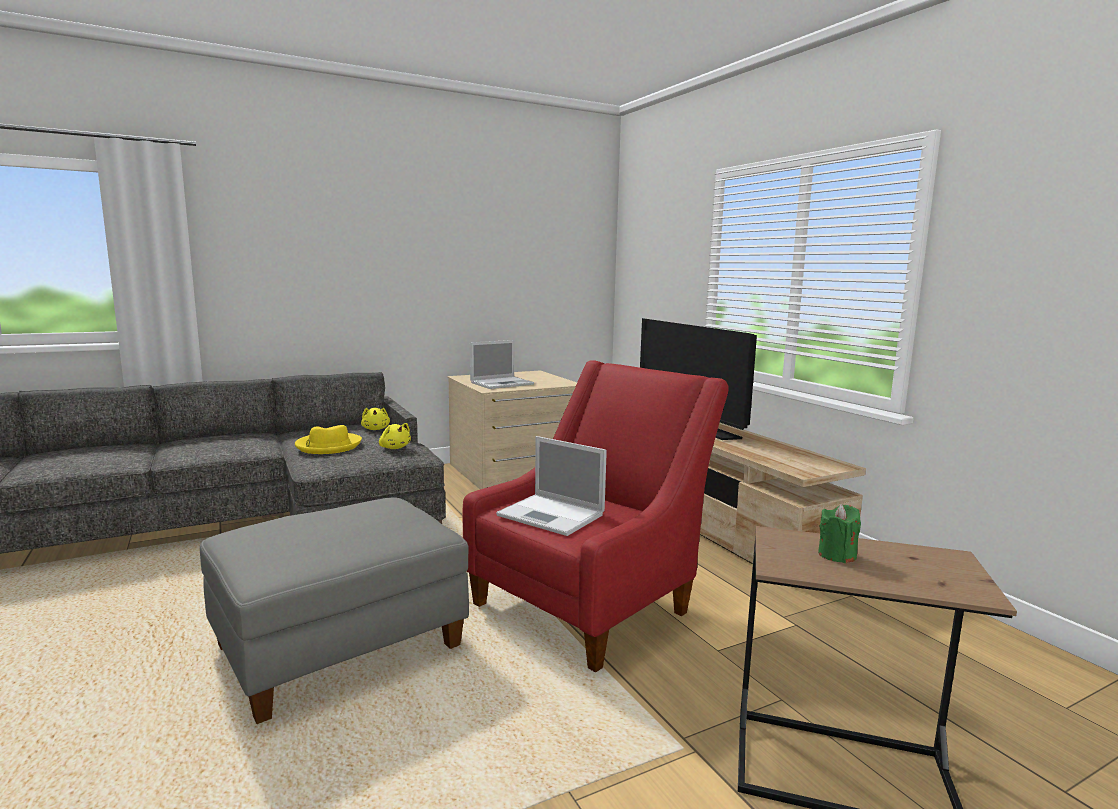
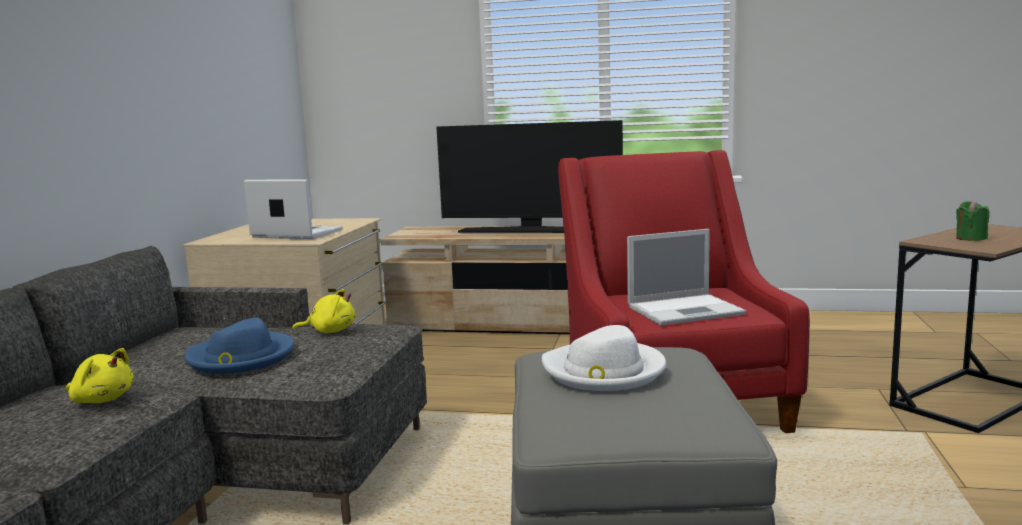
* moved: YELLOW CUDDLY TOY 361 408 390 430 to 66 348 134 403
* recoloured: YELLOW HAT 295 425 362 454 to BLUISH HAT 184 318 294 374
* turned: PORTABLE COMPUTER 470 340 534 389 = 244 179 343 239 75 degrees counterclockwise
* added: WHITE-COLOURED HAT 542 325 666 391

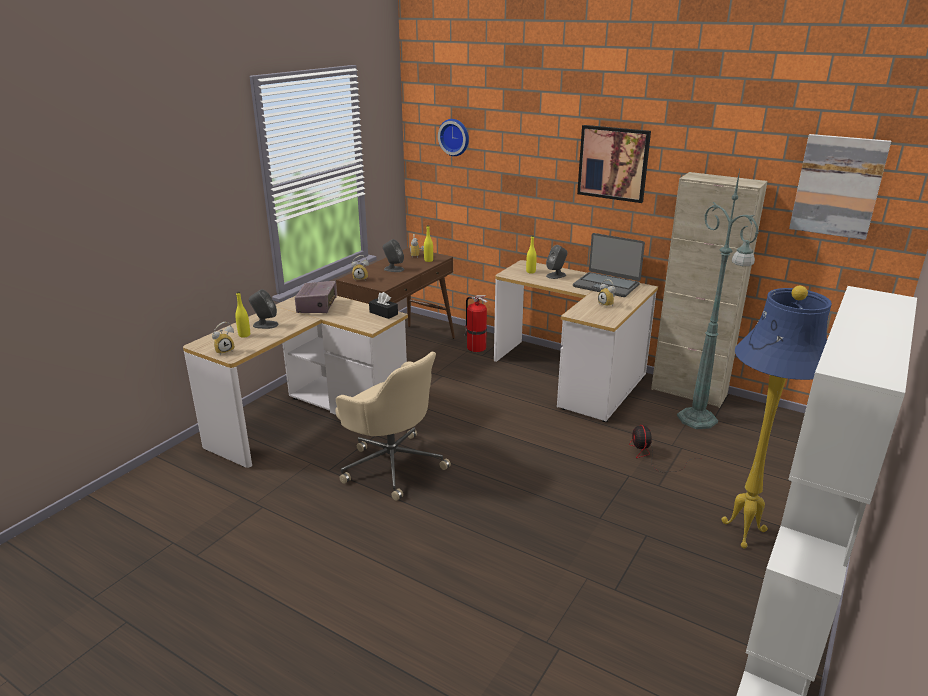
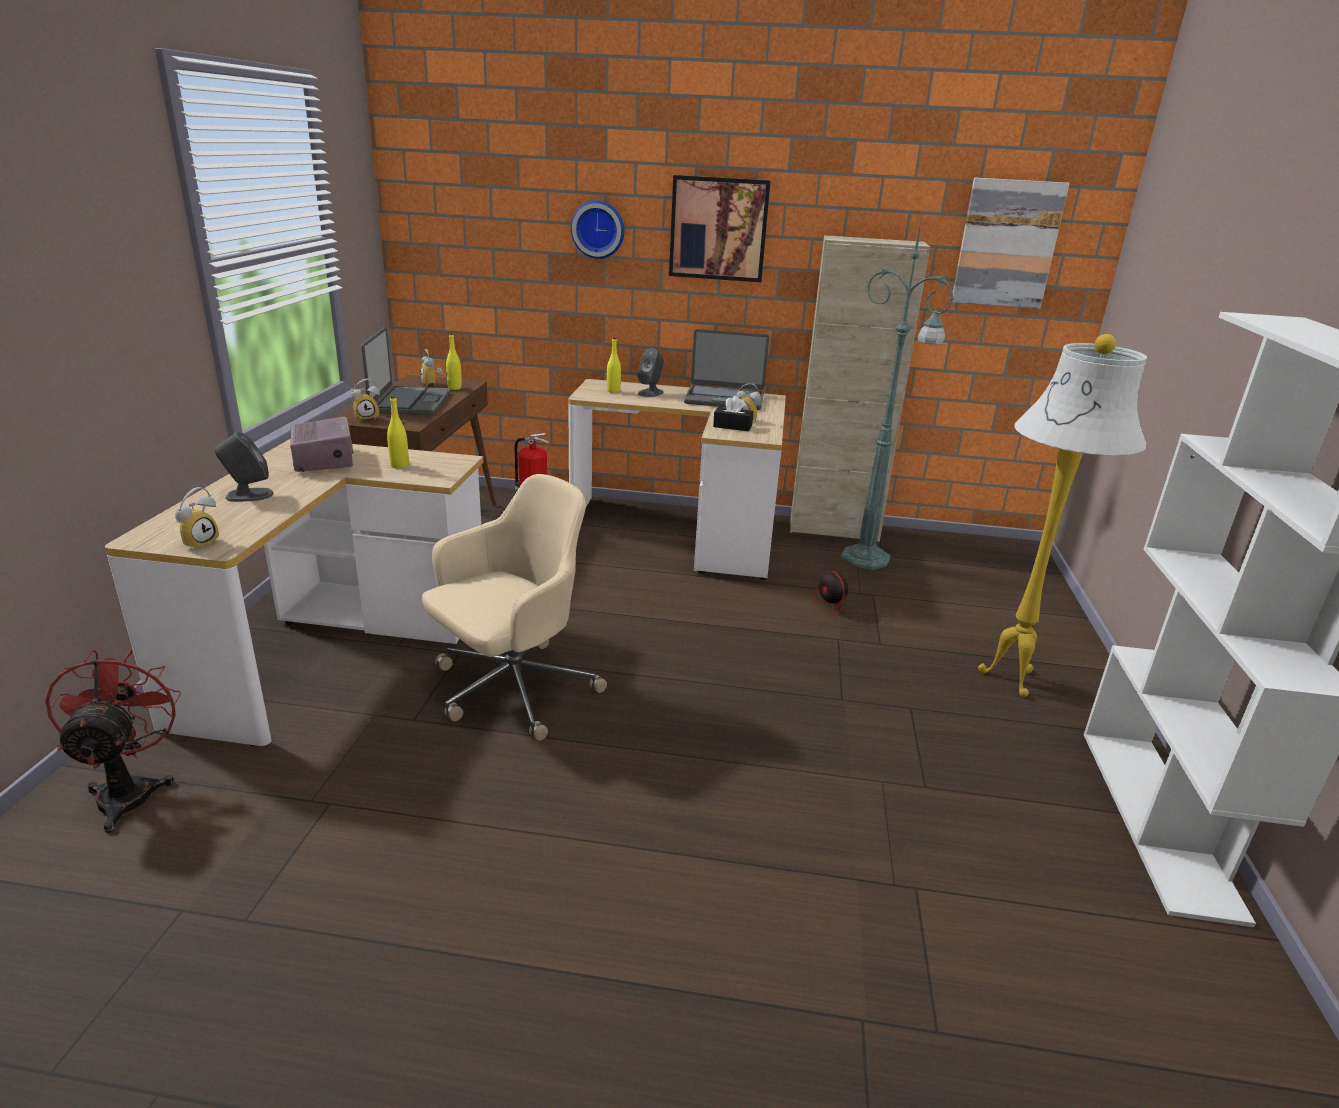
* added: RED FAN 45 650 181 833
* replaced: GREYISH AUDIO SPEAKER 383 239 404 272 to PORTABLE COMPUTER 361 327 451 415
* moved: YELLOW BOTTLE 235 292 250 338 to 387 396 409 469
* turned: SAND-COLOURED OFFICE CHAIR 335 352 451 501 = 422 474 607 741 60 degrees counterclockwise
* moved: HANGING CLOCK 438 119 469 156 to 571 200 624 259
* moved: BLACK BOX OF TISSUES 369 292 398 319 to 713 396 753 431
* recoloured: BLUISH FLOOR LAMP 721 286 832 548 to WHITE-COLOURED FLOOR LAMP 978 334 1147 697

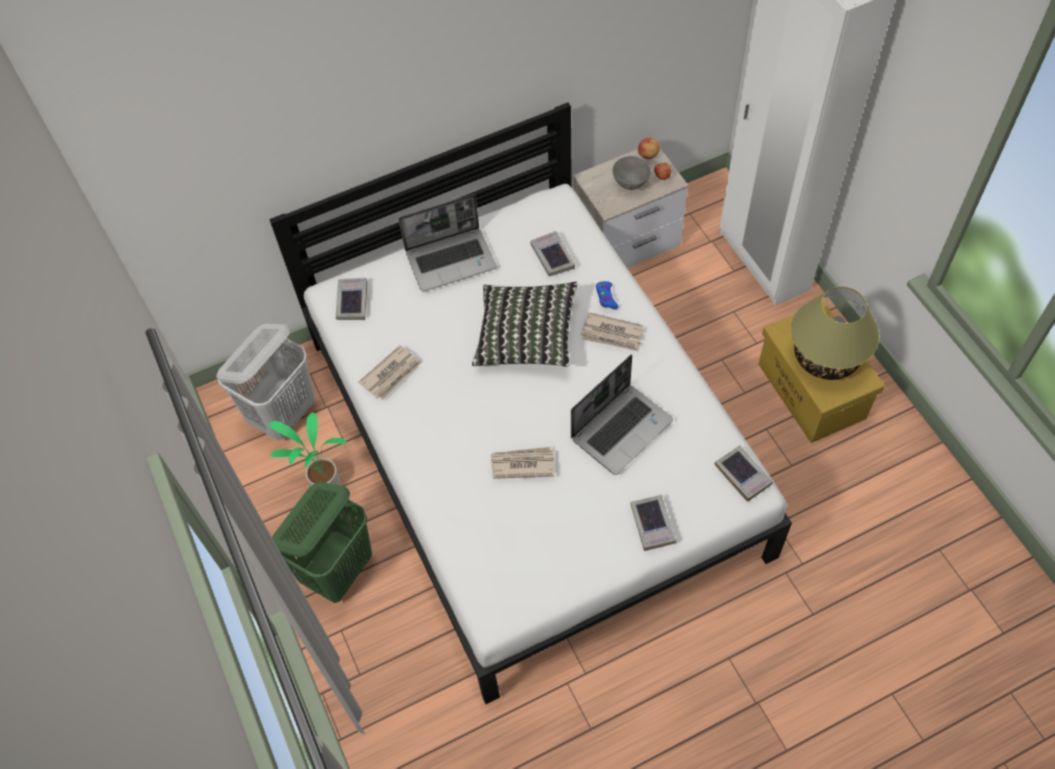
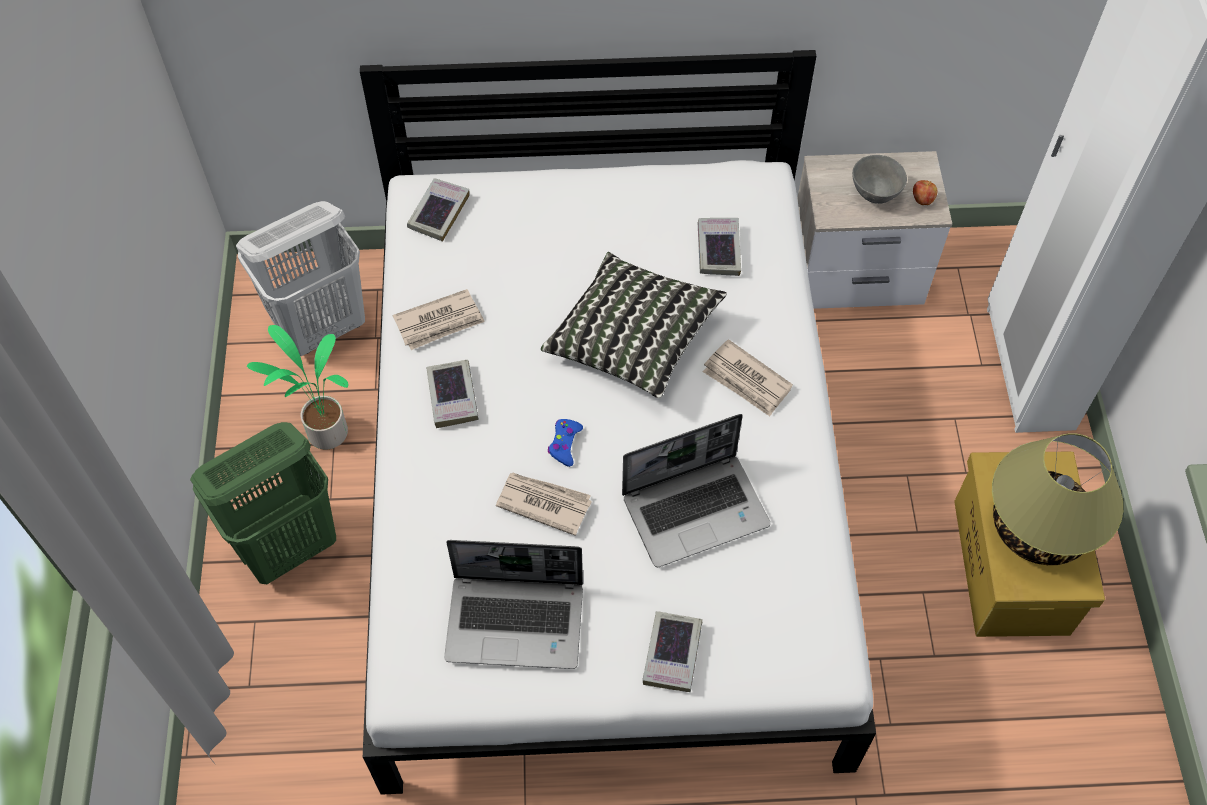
* moved: BOUND BOOK 715 445 773 502 to 426 360 479 428
* moved: PORTABLE COMPUTER 399 194 497 292 to 444 540 583 669
* moved: BLUISH GAMEPAD 596 281 618 309 to 548 419 583 467
* removed: WHOLE APPLE 638 138 660 159

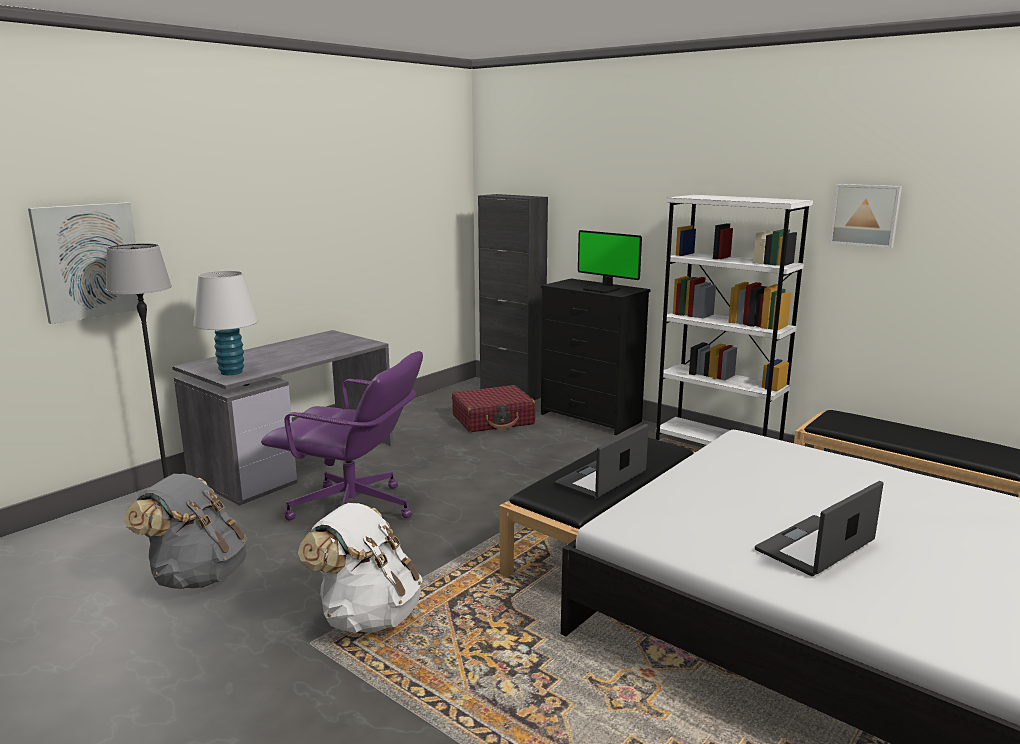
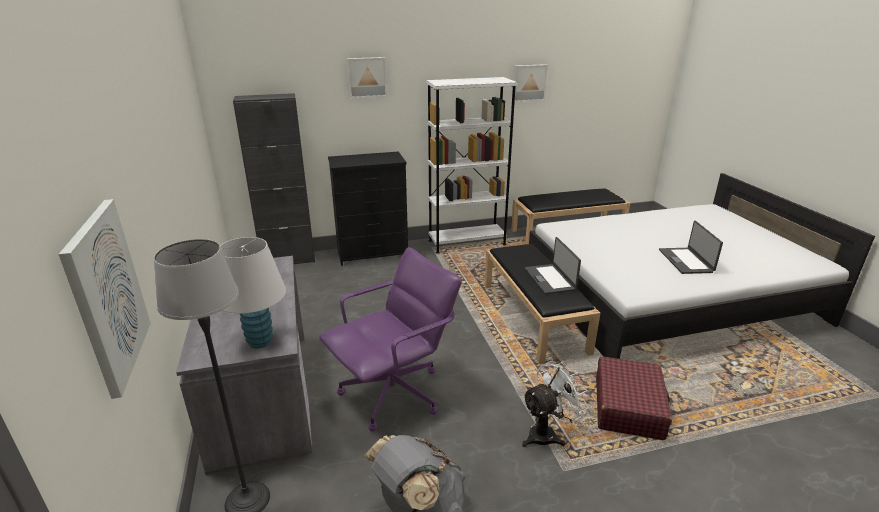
* added: WALL ART 347 57 387 98
* replaced: WHITE-COLOURED KNAPSACK 298 503 422 633 to WHITE-COLOURED FAN 522 361 589 447
* moved: RED PIECE OF LUGGAGE 452 385 535 432 to 596 356 672 440
* removed: COMPUTER SCREEN 578 230 642 293

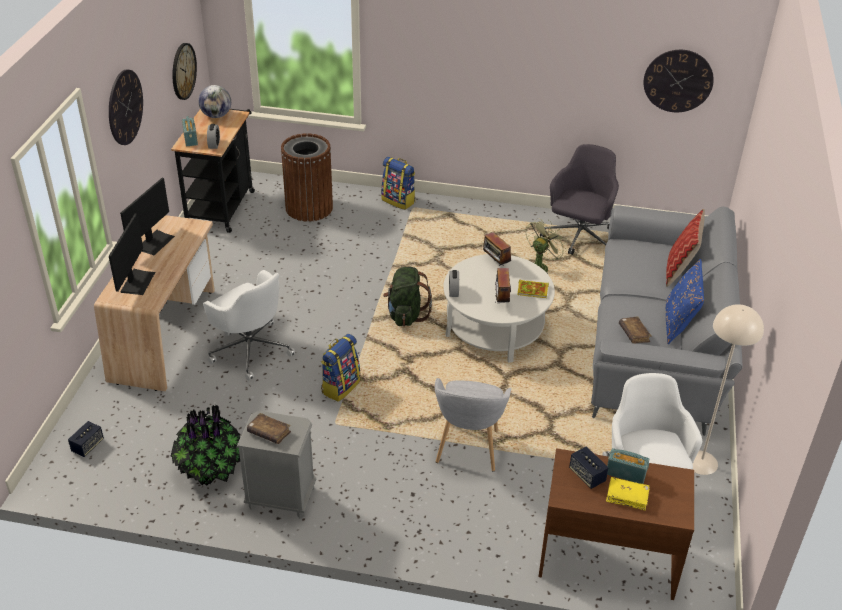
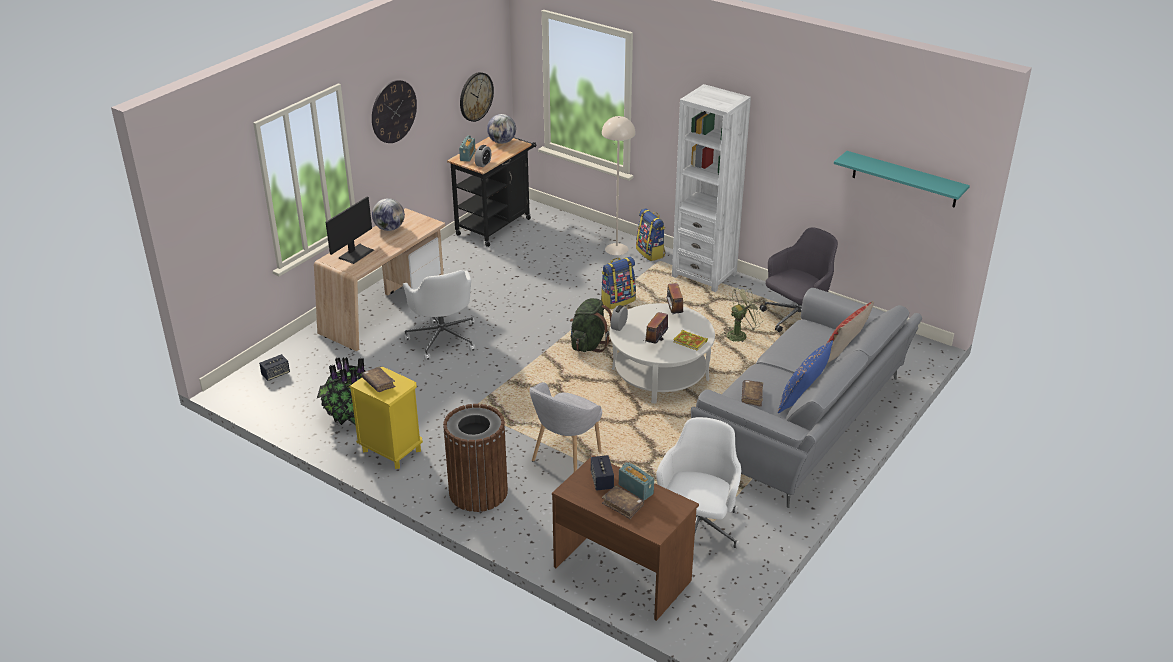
* recoloured: GREYISH NIGHT TABLE 236 411 316 519 to YELLOW NIGHT TABLE 349 367 423 469
* replaced: COMPUTER SCREEN 120 178 175 255 to GLOBE 372 198 405 231
* moved: BROWNISH WASTE BIN 281 133 333 222 to 443 404 508 512
* moved: KNAPSACK 321 334 360 402 to 601 257 636 309
* moved: SAND-COLOURED FLOOR LAMP 692 304 764 475 to 602 116 636 255
* recoloured: YELLOW BOUND BOOK 606 477 650 510 to BROWNISH BOUND BOOK 602 485 644 519
* added: WHITE-COLOURED BOOKSHELF 672 84 751 292
* replaced: HANGING CLOCK 644 50 714 112 to TURQUOISE-COLOURED SHELF 834 151 970 208

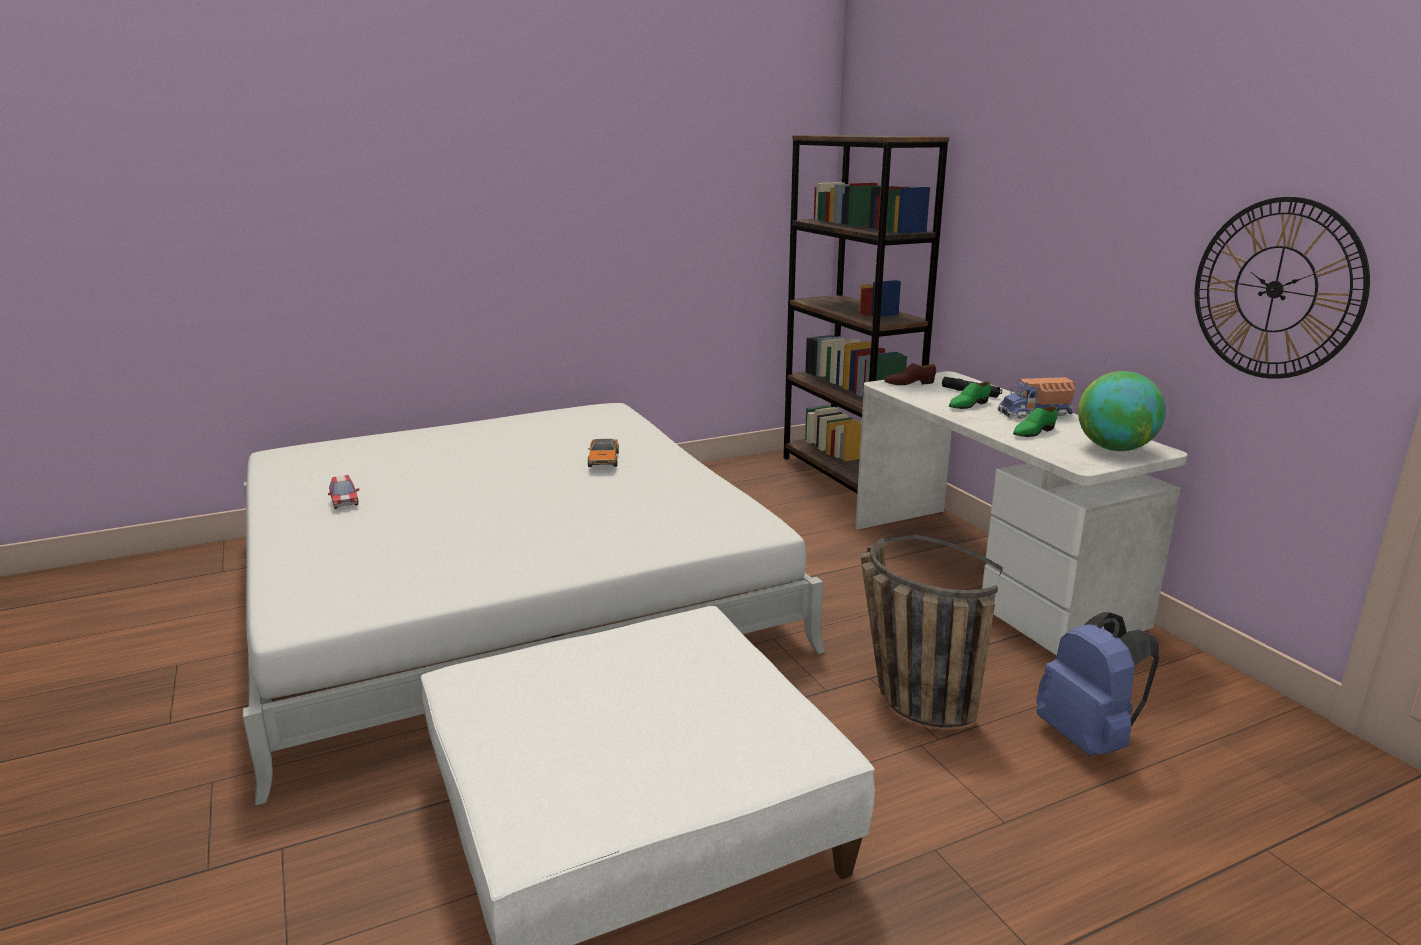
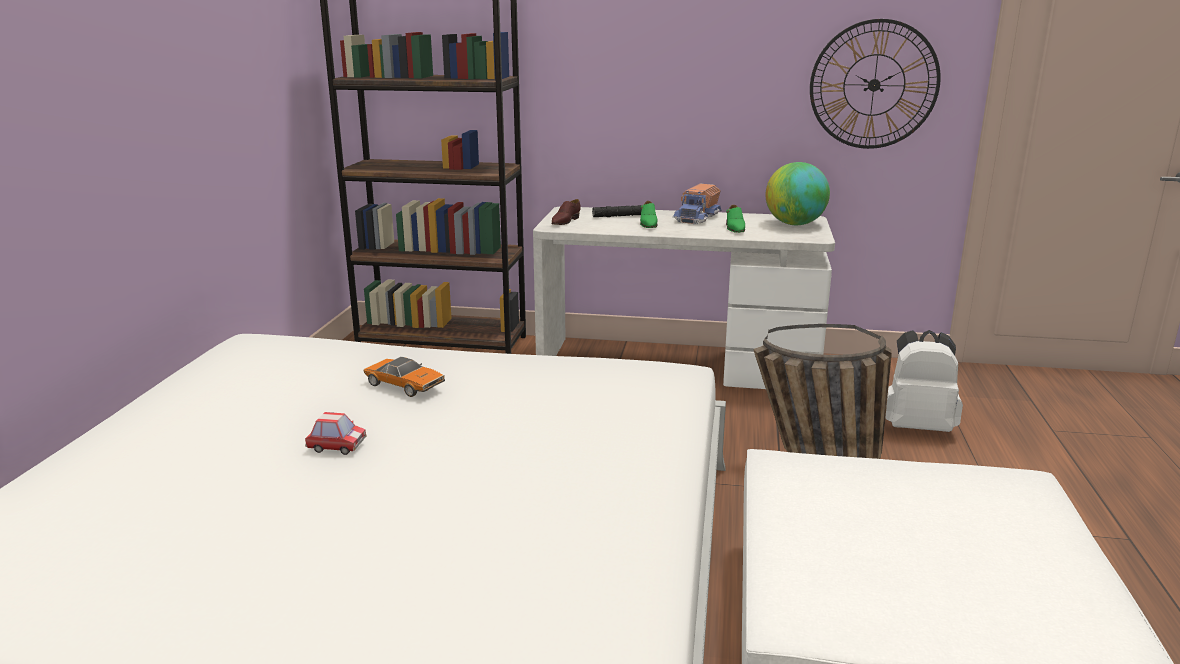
* moved: MINIATURE CAR 328 475 359 509 to 305 412 366 455
* recoloured: BLUISH KNAPSACK 1036 612 1159 756 to WHITE-COLOURED KNAPSACK 885 330 963 432

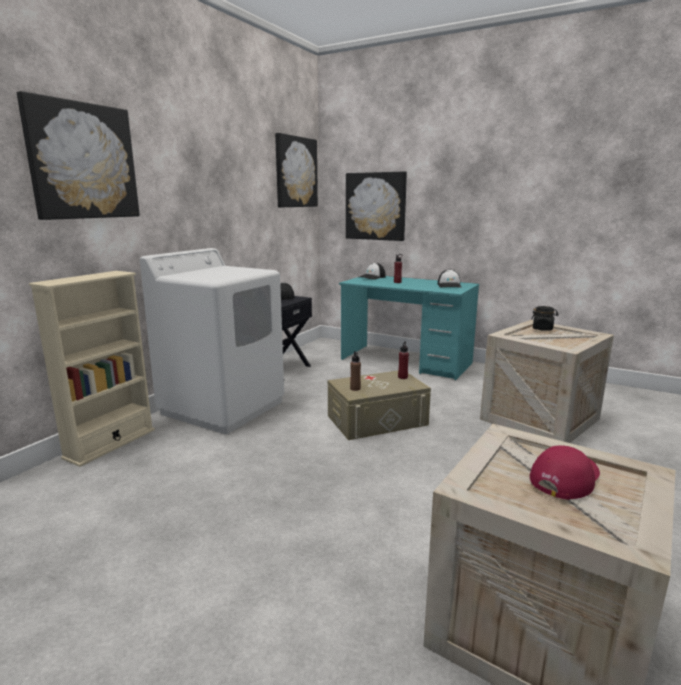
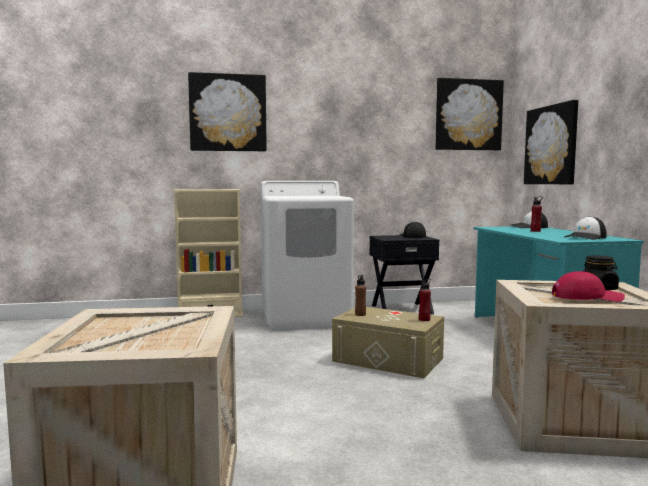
* moved: RED CAP 530 445 600 500 to 552 271 625 302

